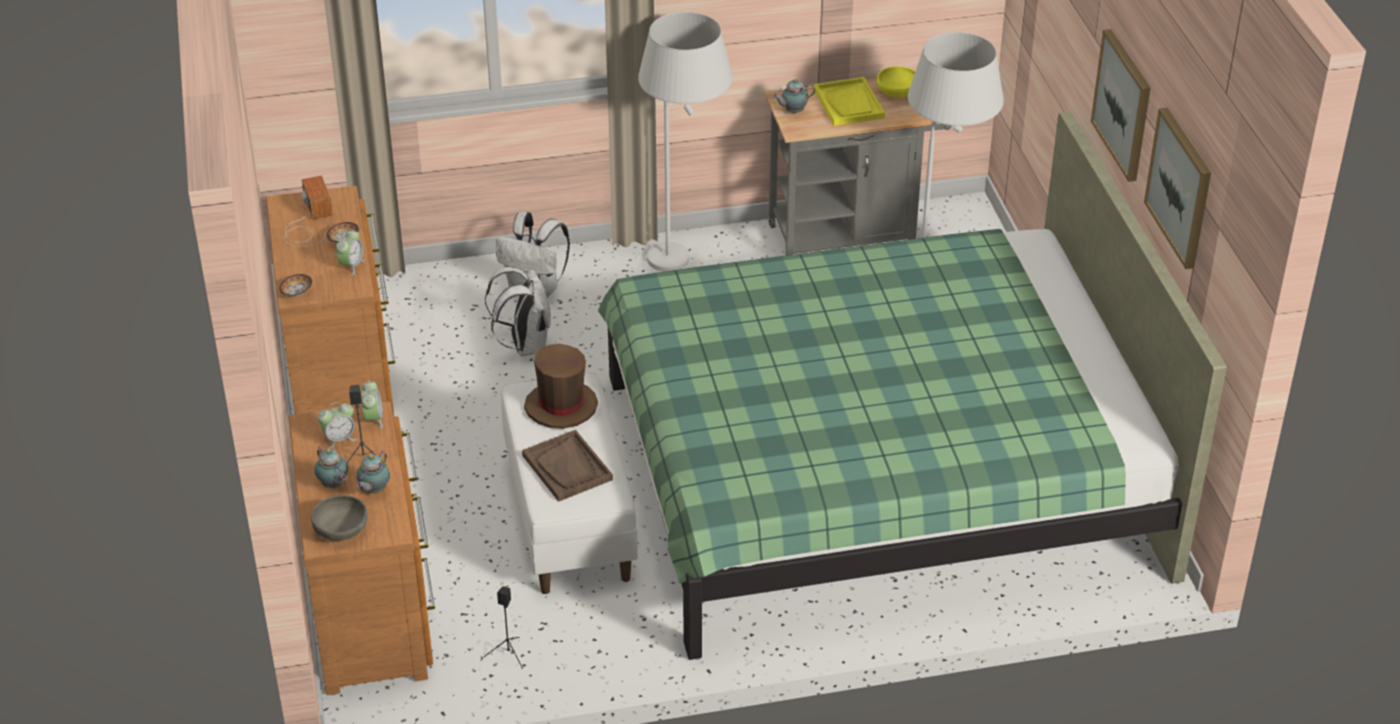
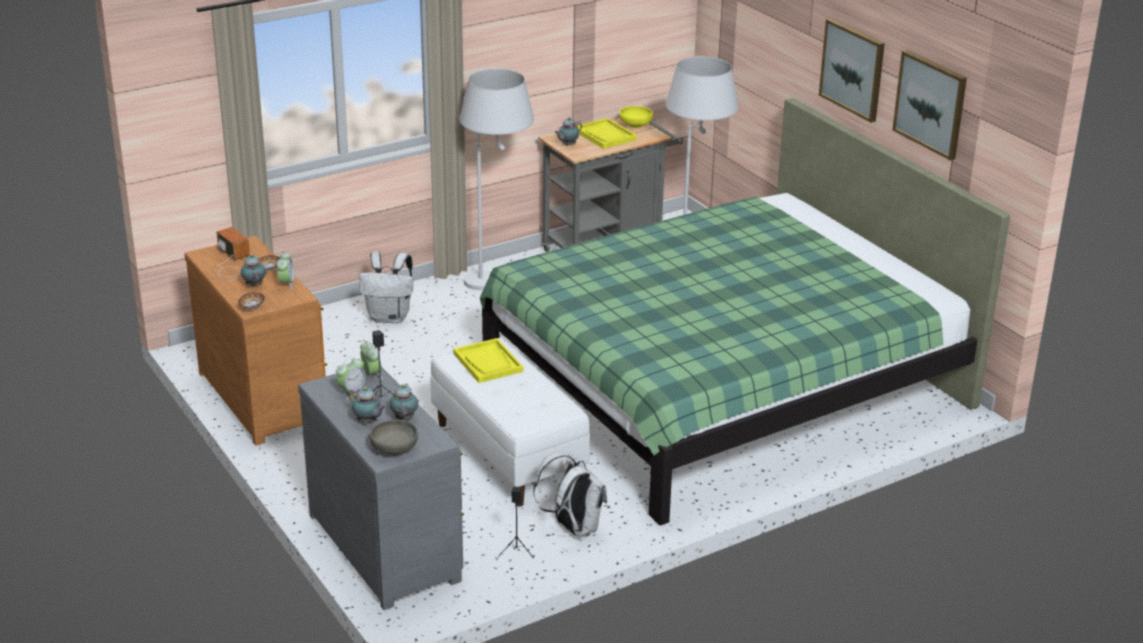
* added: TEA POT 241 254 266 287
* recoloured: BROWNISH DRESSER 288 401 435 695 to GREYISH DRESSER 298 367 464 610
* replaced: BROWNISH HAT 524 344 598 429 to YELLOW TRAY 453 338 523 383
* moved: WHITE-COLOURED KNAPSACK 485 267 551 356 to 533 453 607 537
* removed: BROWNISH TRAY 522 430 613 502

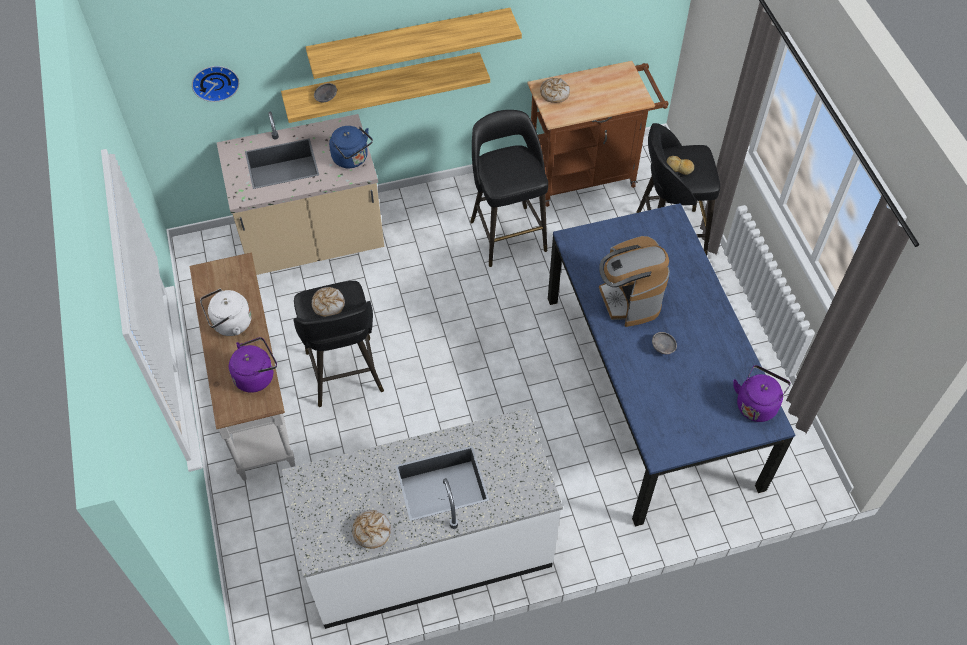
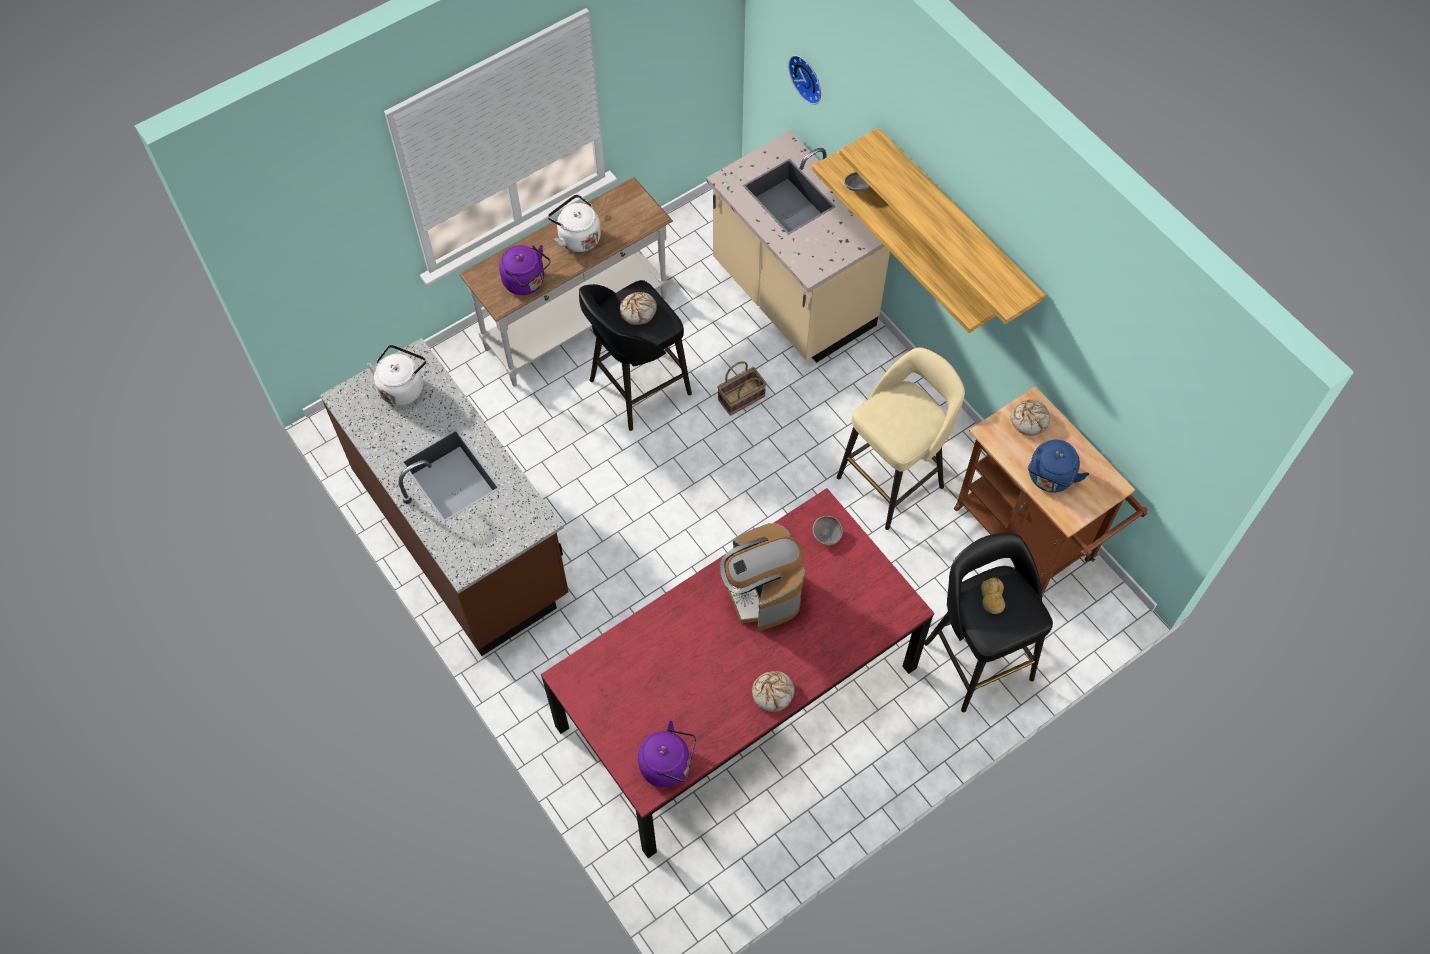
* recoloured: WHITE-COLOURED COUNTER 282 408 563 629 to BROWNISH COUNTER 320 338 569 656
* added: WHITE-COLOURED WATER KETTLE 367 345 426 406
* recoloured: BLUISH DINNER TABLE 548 203 795 527 to RED DINNER TABLE 541 488 934 858
* added: STORAGE BASKET 717 361 767 416
* turned: COFFEE MAKER 599 236 670 327 = 720 523 805 631 75 degrees counterclockwise
* moved: BREAD 352 510 391 549 to 752 671 795 712
* moved: GREYISH DEEP DISH 652 332 677 354 to 812 516 843 545
* recoloured: BLACK STOOL SEAT 470 110 548 267 to SAND-COLOURED STOOL SEAT 837 348 965 530
* moved: BLUISH WATER KETTLE 329 126 373 168 to 1028 440 1089 493

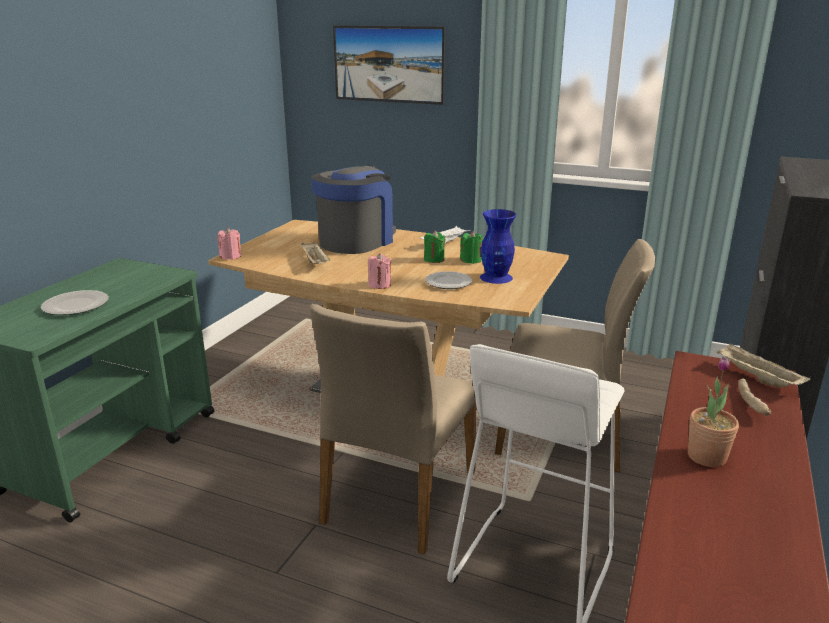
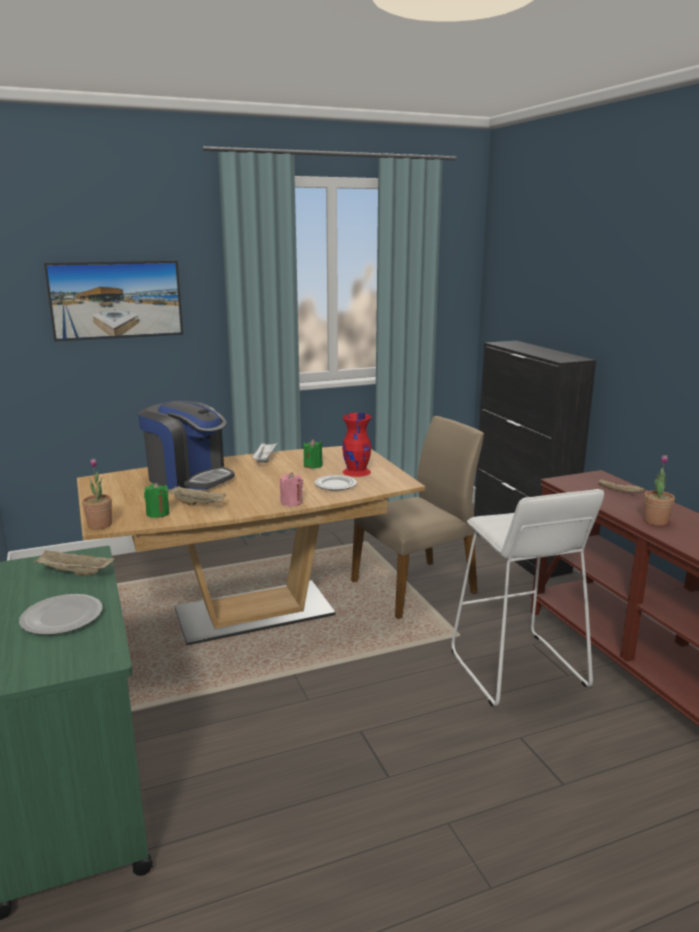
* moved: SAND-COLOURED TRAY 717 343 811 387 to 34 550 115 576
* replaced: PINKISH WAX LIGHT 217 227 241 260 to PLANT IN A POT 82 459 112 530
* turned: COFFEE MAKER 311 165 396 254 = 138 401 235 490 135 degrees clockwise
* moved: GREENISH WAX LIGHT 424 230 445 263 to 144 482 169 518
* recoloured: BLUISH DECORATIVE VASE 480 209 516 284 to RED DECORATIVE VASE 342 413 371 477
* removed: SAND-COLOURED CHAIR 310 304 476 554

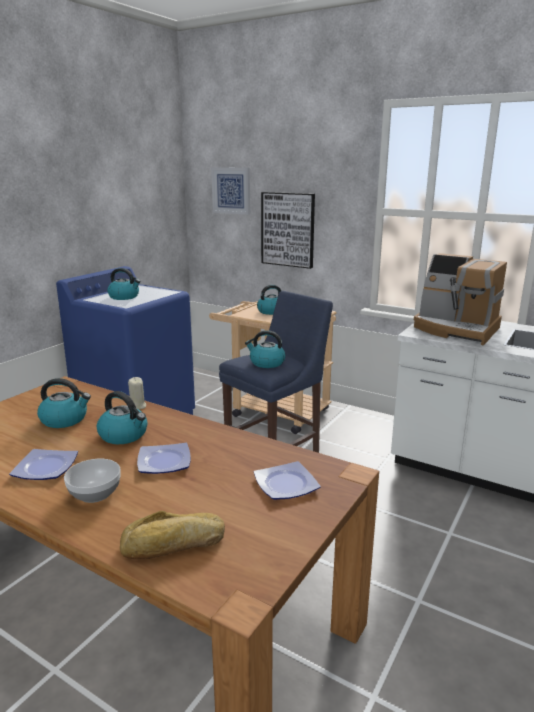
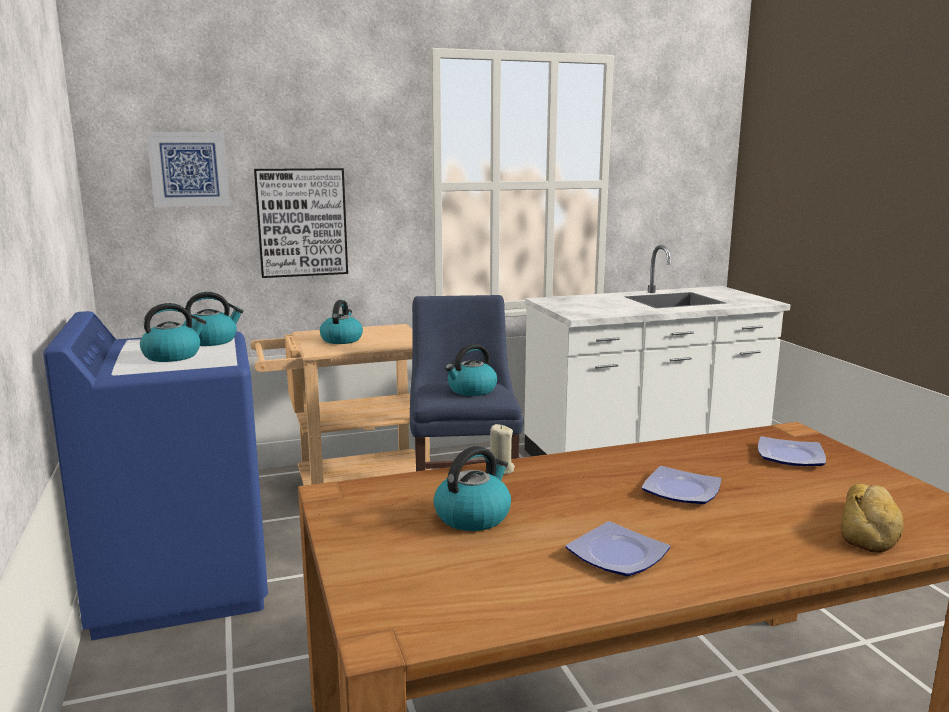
* moved: WATER KETTLE 97 391 148 444 to 183 292 243 346
* removed: DEEP DISH 64 459 121 503
* removed: COFFEE MAKER 414 253 507 345

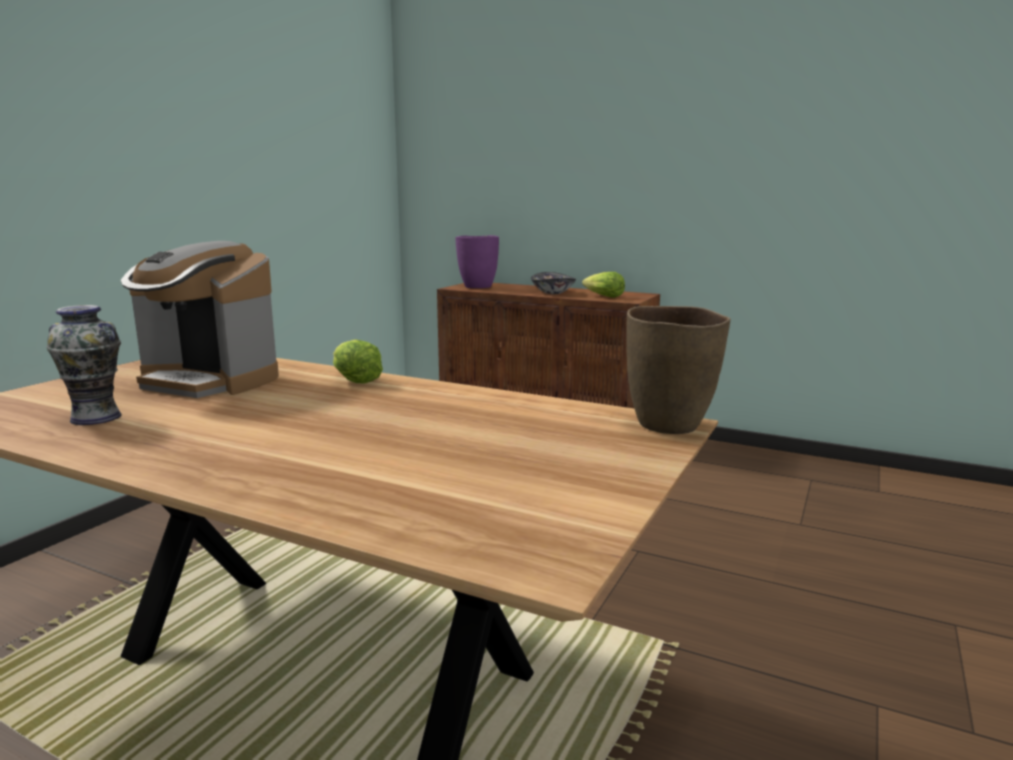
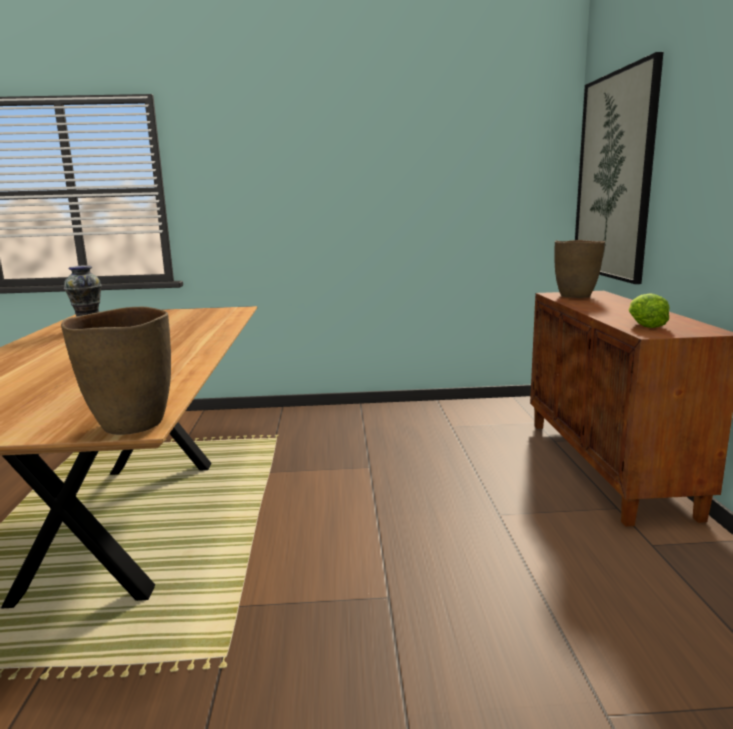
* recoloured: PURPLE-COLOURED DECORATIVE VASE 455 235 499 288 to BROWNISH DECORATIVE VASE 554 240 605 298
* added: WALL ART 575 52 664 284
* removed: COFFEE MAKER 120 241 279 398
* removed: LETTUCE 333 339 383 384
* removed: DEEP DISH 531 272 576 294

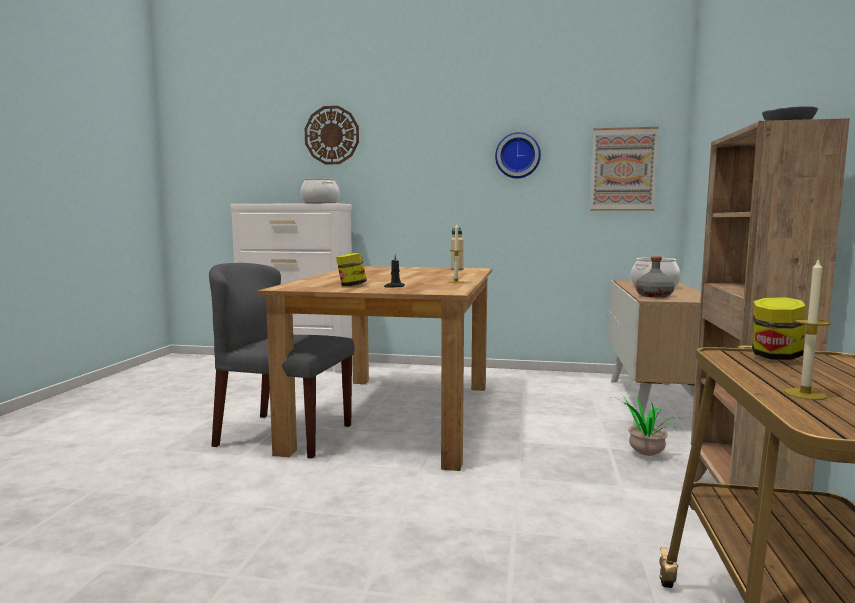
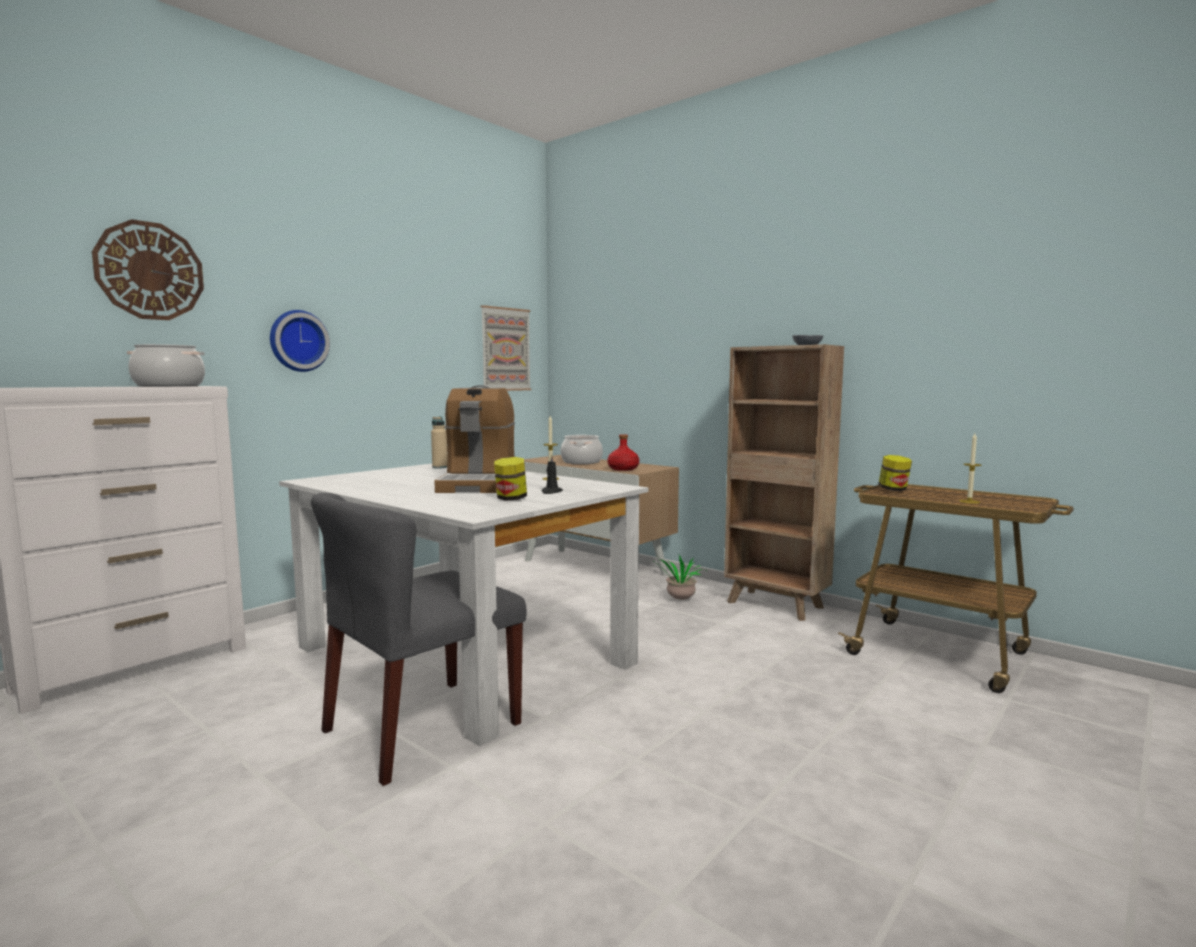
* moved: HANGING CLOCK 495 132 541 178 to 270 310 330 372
* recoloured: BROWNISH DINNER TABLE 257 266 492 471 to WHITE-COLOURED DINNER TABLE 279 464 648 746
* added: COFFEE MAKER 434 385 515 493
* recoloured: GREYISH BOTTLE 635 256 675 298 to RED BOTTLE 607 434 639 471

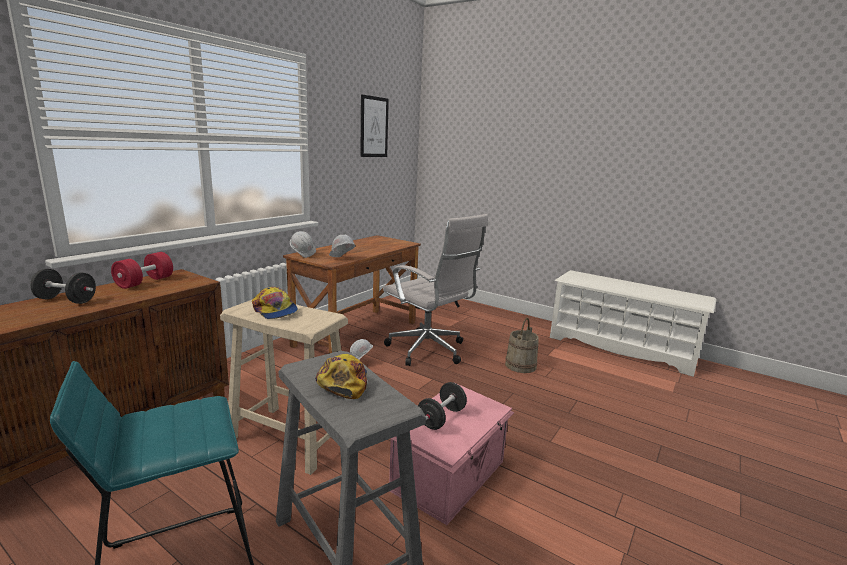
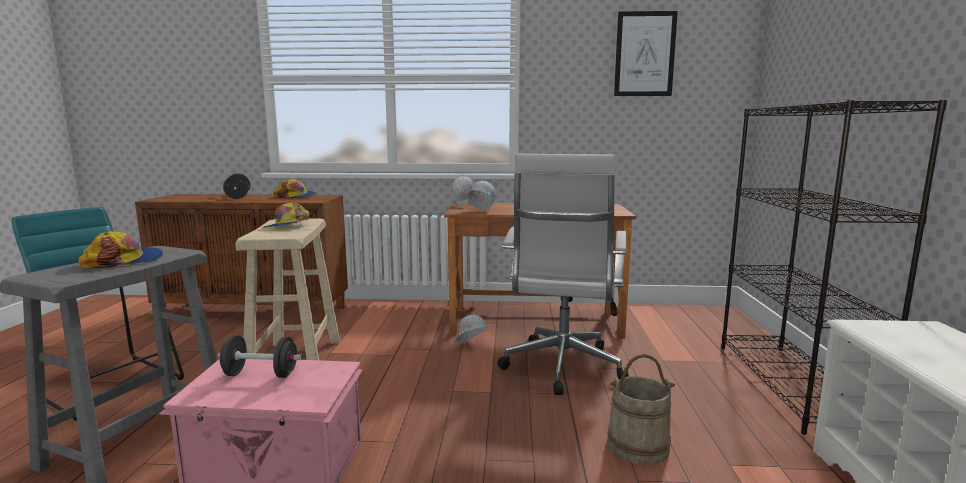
* replaced: RED FREE WEIGHT 111 252 173 289 to CAP 273 179 316 199
* added: BLACK BOOKSHELF 721 100 947 435

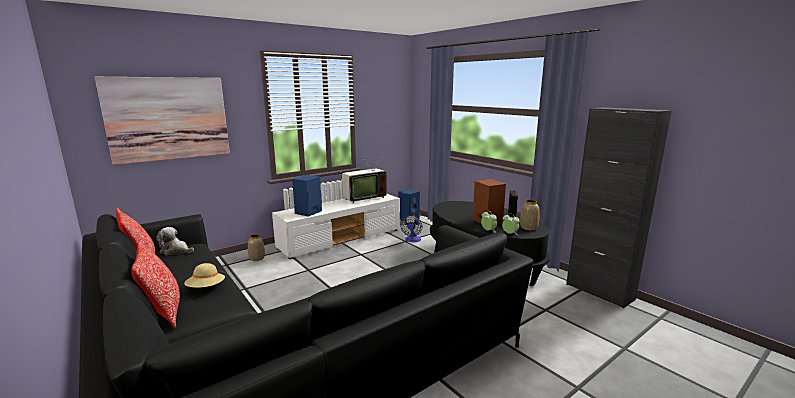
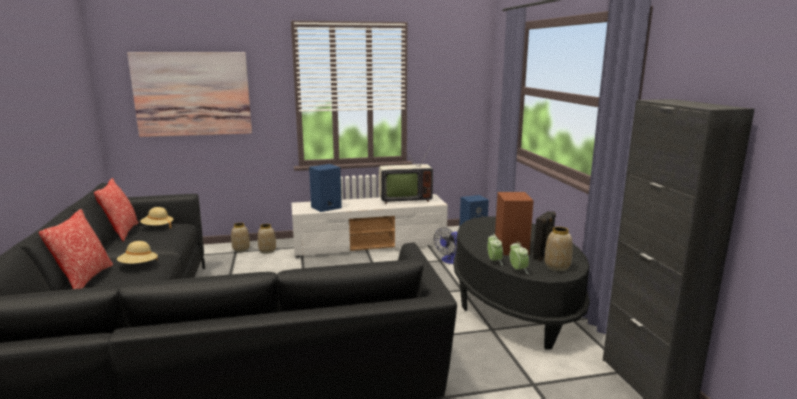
* replaced: CUDDLY TOY 156 227 194 255 to SAND-COLOURED HAT 140 207 173 229
* added: DECORATIVE VASE 231 223 250 252

